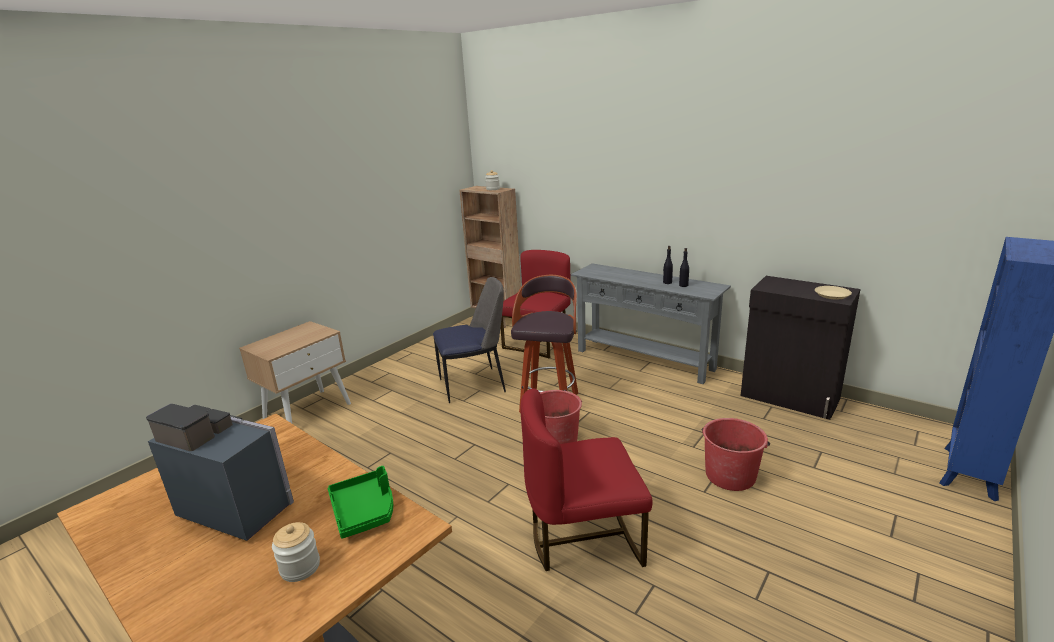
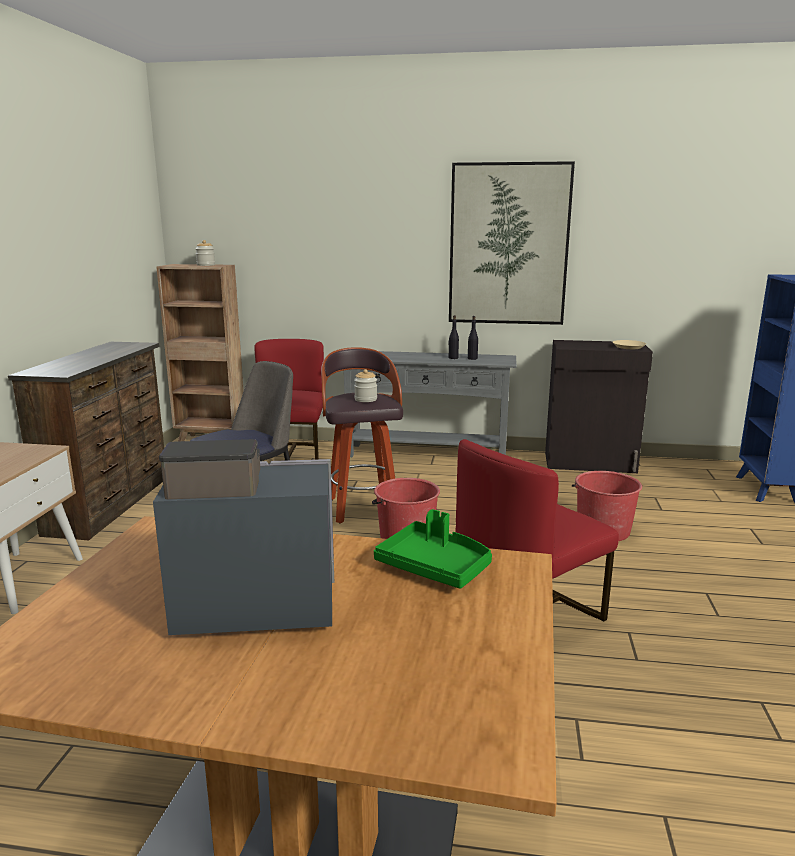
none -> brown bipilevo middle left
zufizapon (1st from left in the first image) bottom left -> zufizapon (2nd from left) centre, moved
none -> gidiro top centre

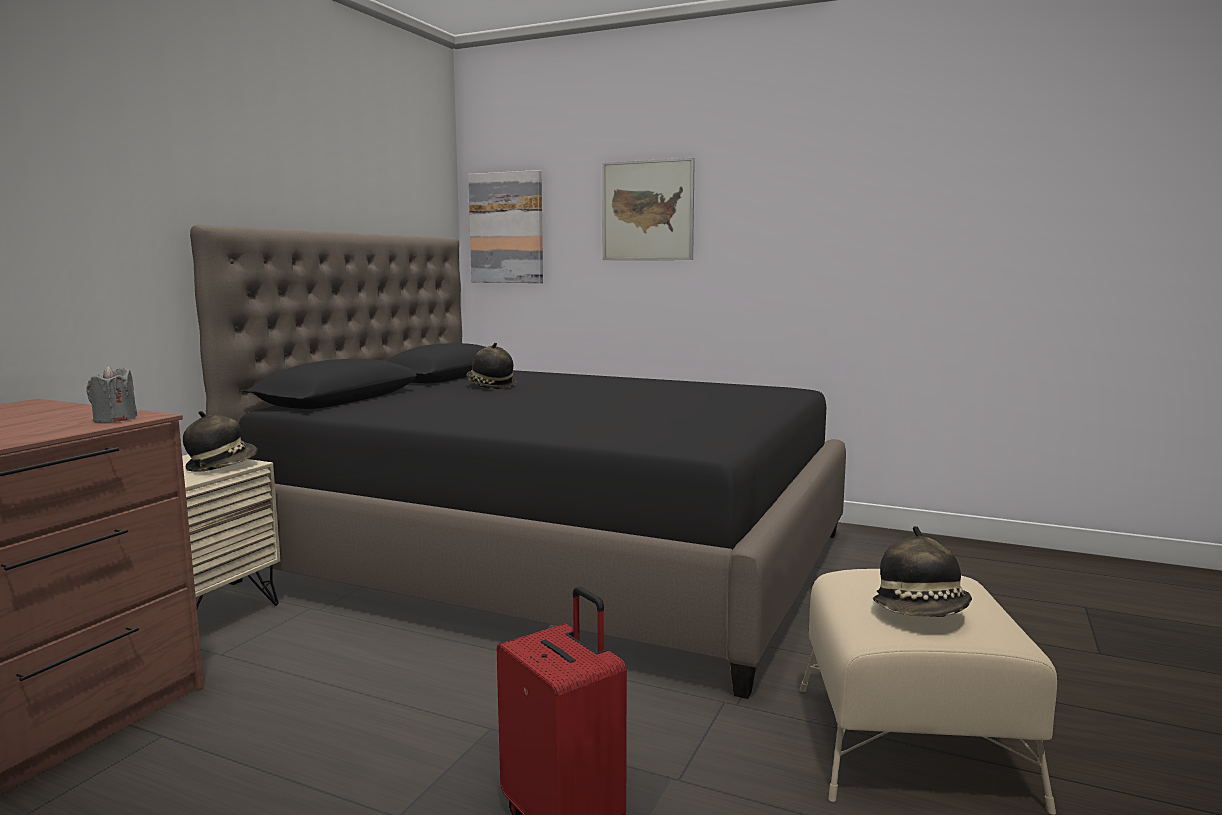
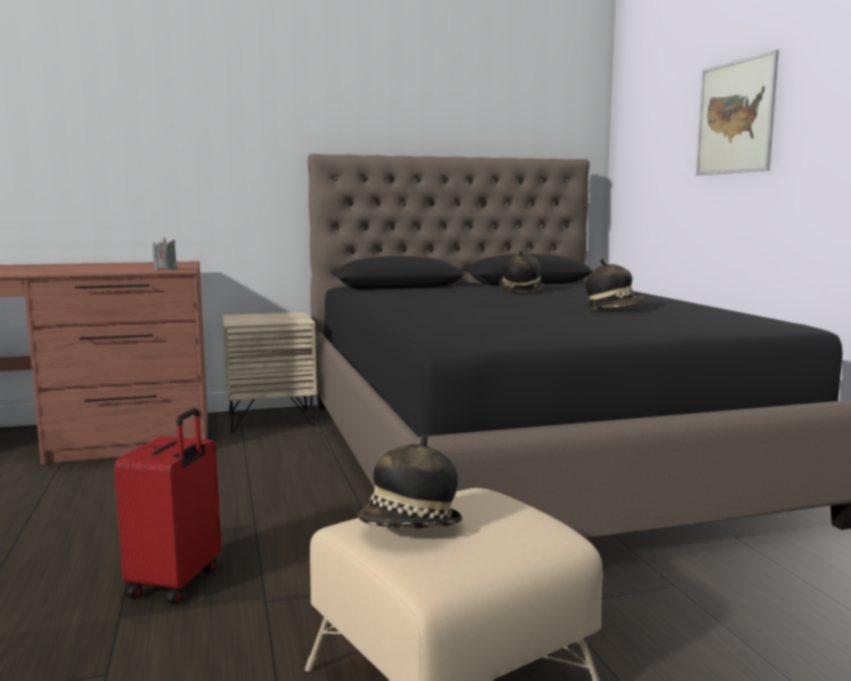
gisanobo (1st from left in the first image) middle left -> gisanobo (3rd from left) middle right, moved
gidiro (1st from left) top centre -> none

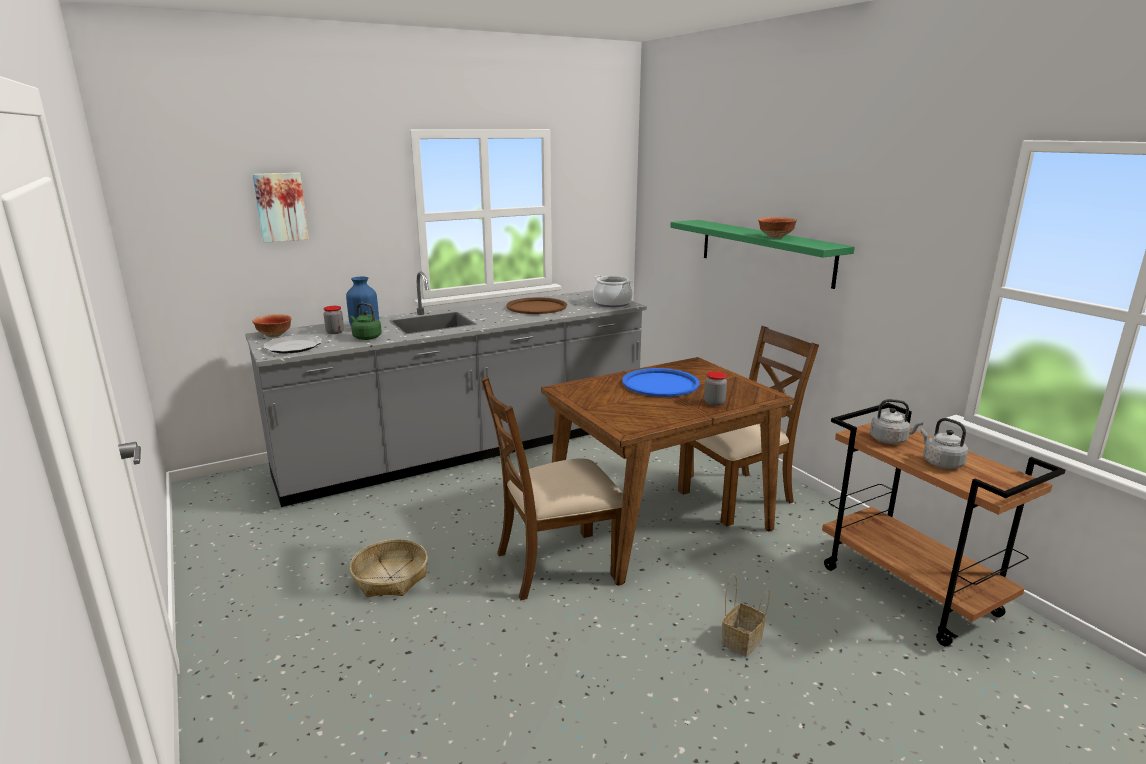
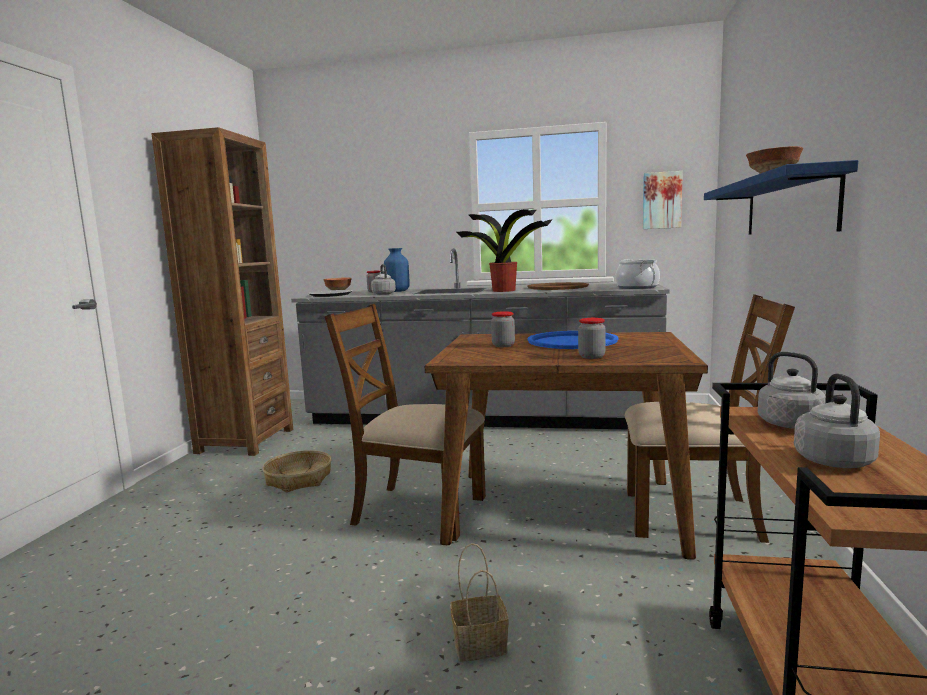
none -> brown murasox middle left
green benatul middle left -> grey benatul (1st from left) centre
none -> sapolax centre
none -> zufizapon (2nd from left) centre
gidiro top left -> gidiro top right, moved
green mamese top centre -> blue mamese top right

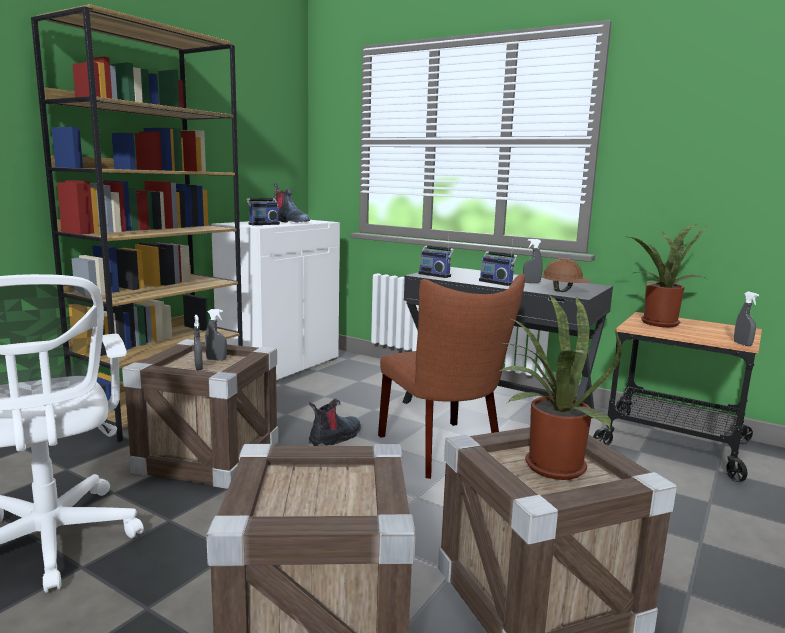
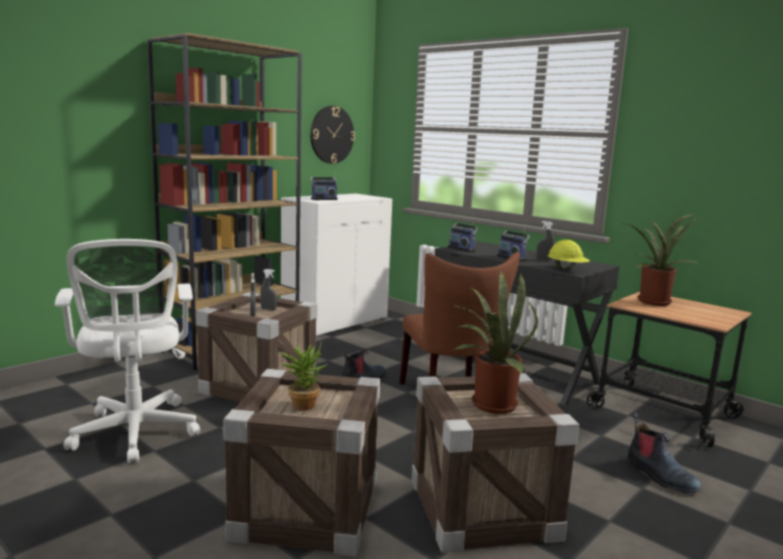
none -> sapolax (1st from left) bottom centre
none -> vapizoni top centre
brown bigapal middle right -> yellow bigapal middle right
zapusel (1st from left in the first image) top centre -> zapusel (2nd from left) bottom right, moved
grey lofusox (4th from left) middle right -> none

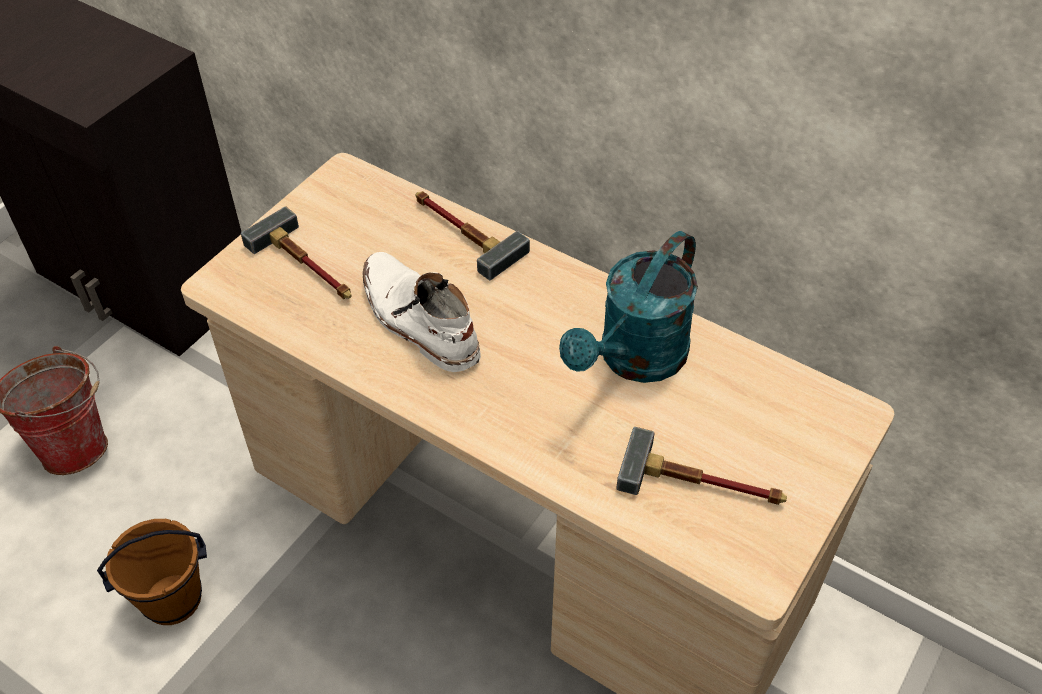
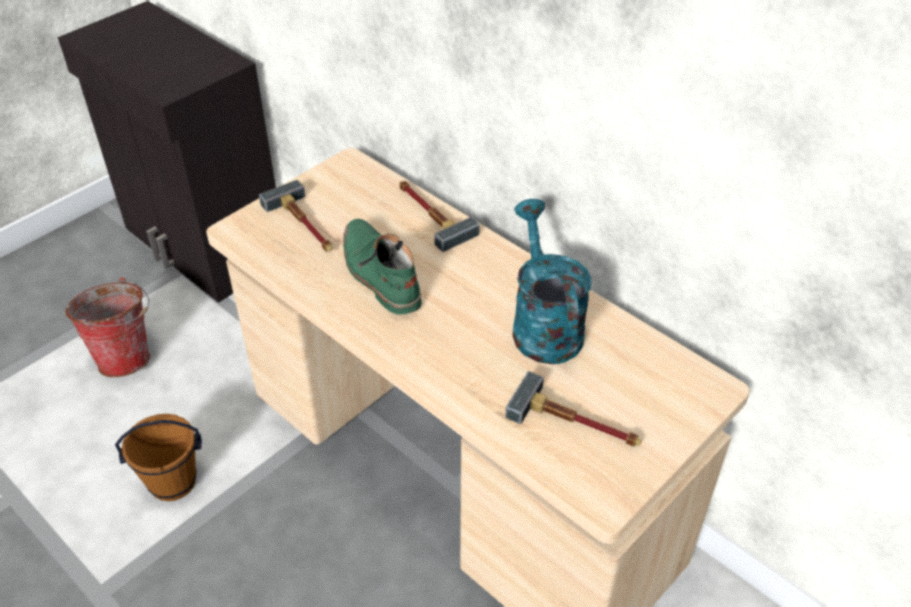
white zapusel centre -> green zapusel centre
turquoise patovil centre, 120 degrees clockwise

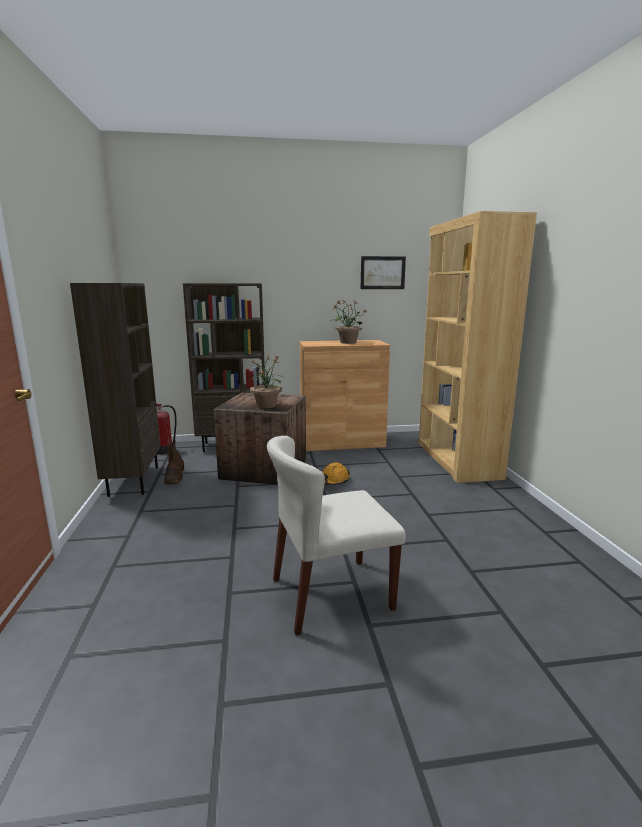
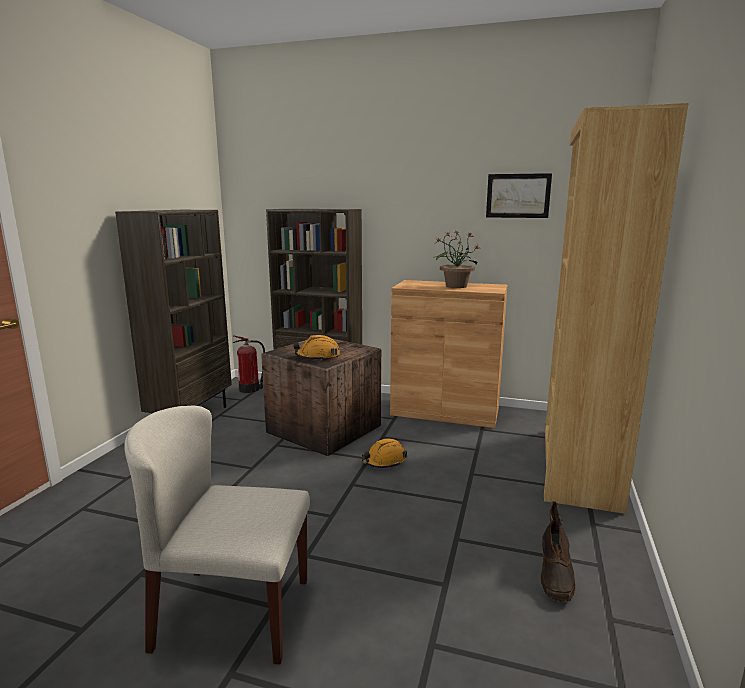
sapolax (1st from left) centre -> orange bigapal (1st from left) centre
brown zapusel middle left -> brown zapusel bottom right, moved

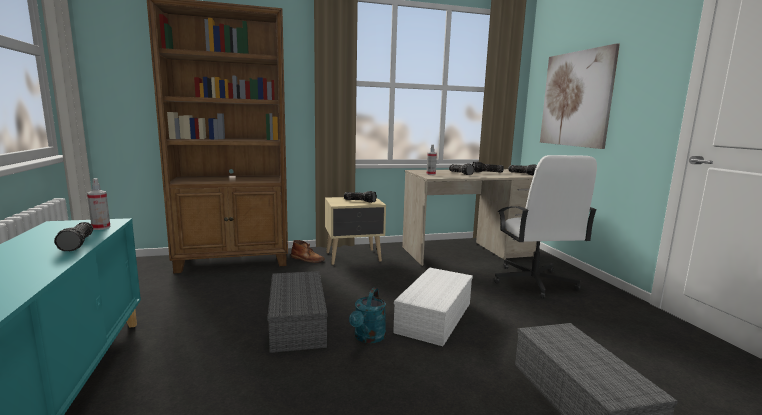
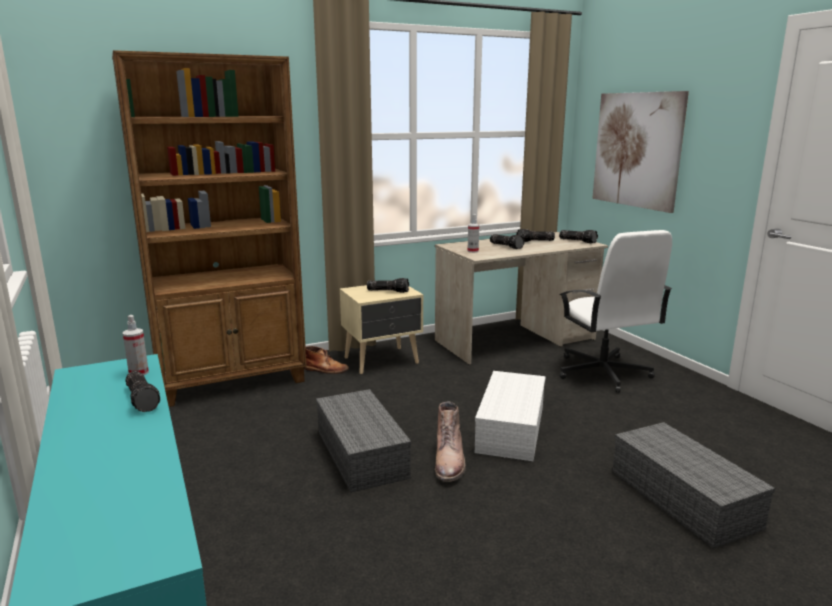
turquoise patovil bottom centre -> brown zapusel (2nd from left) bottom centre

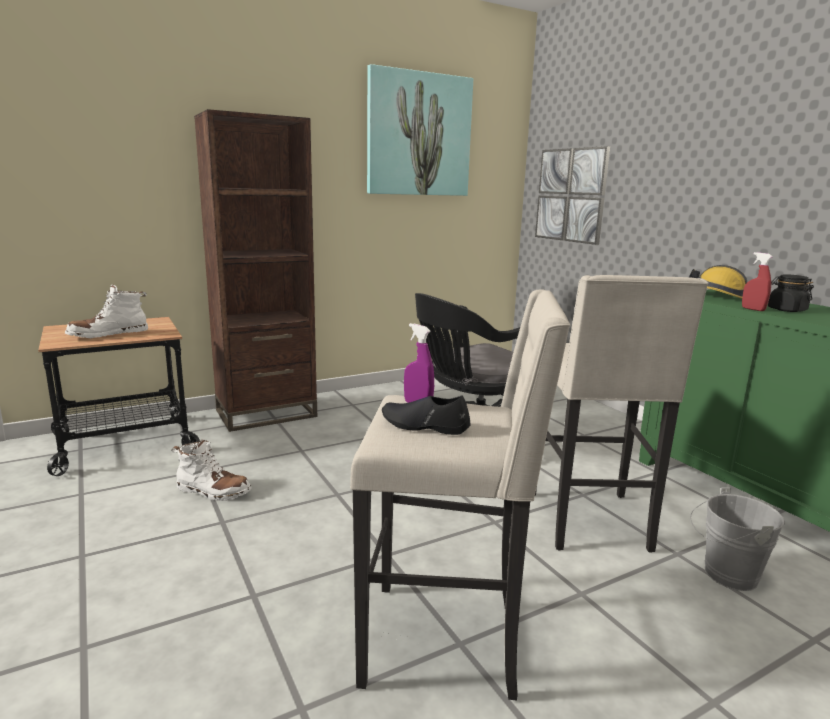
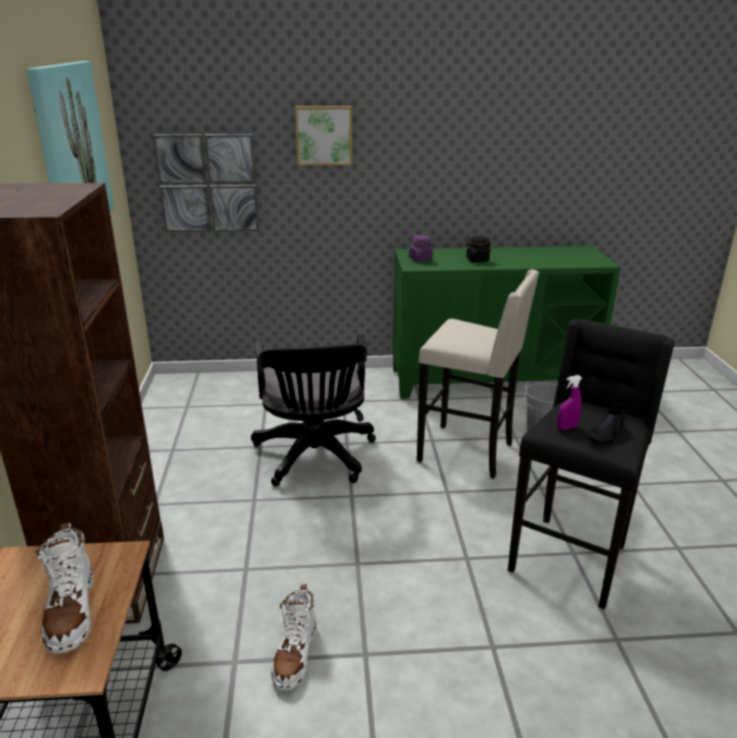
white zapusel (2nd from left) middle left -> white zapusel (2nd from left) bottom centre, 150 degrees clockwise
none -> gidiro (3rd from left) top centre
bigapal middle right -> purple zufizapon centre
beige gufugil (1st from left) bottom centre -> black gufugil middle right
red lofusox middle right -> none

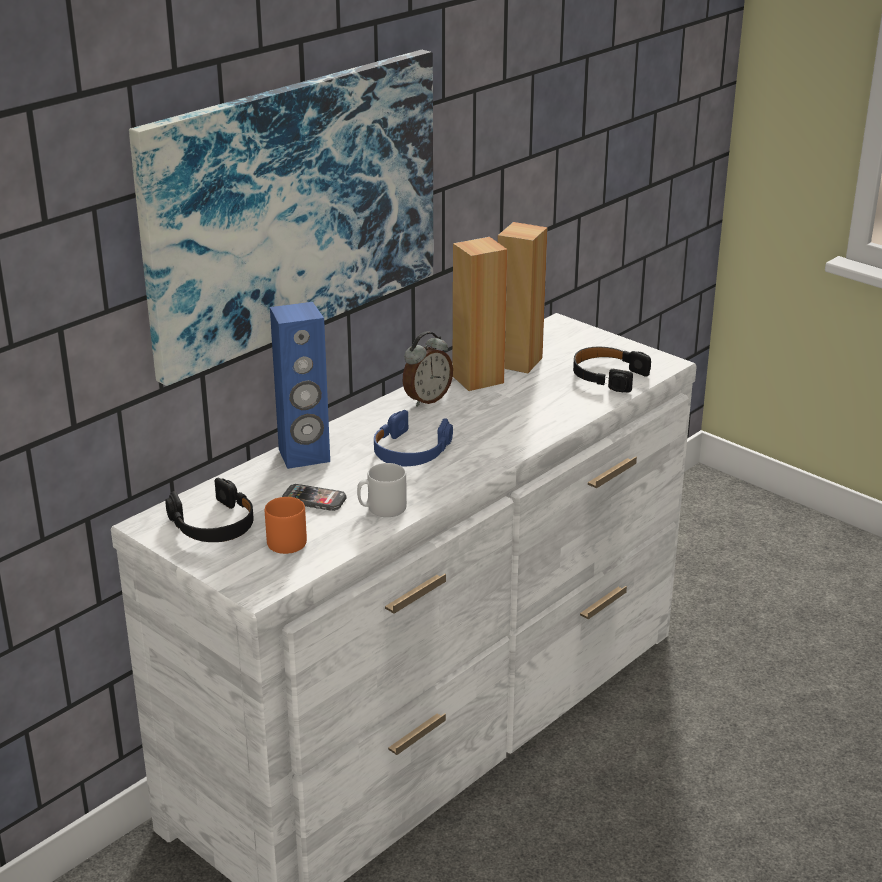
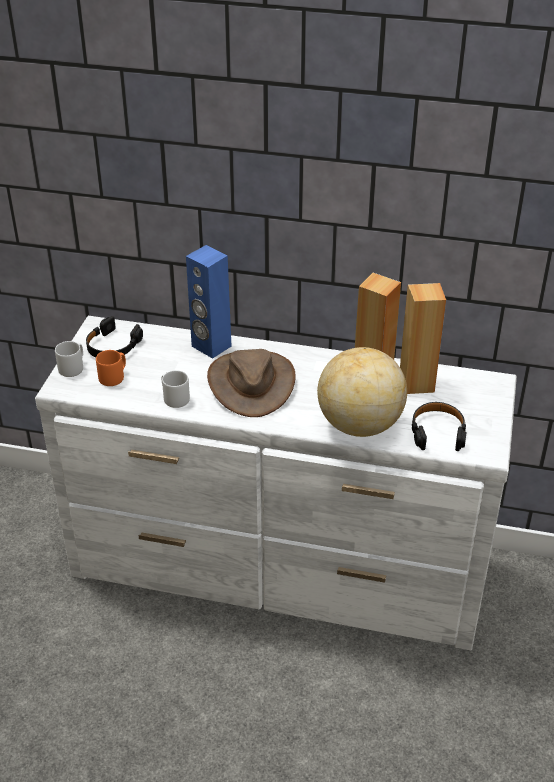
none -> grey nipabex (1st from left) middle left
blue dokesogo centre -> brown gisanobo centre
none -> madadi centre
gidiro top left -> none
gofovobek centre -> none
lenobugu centre -> none

